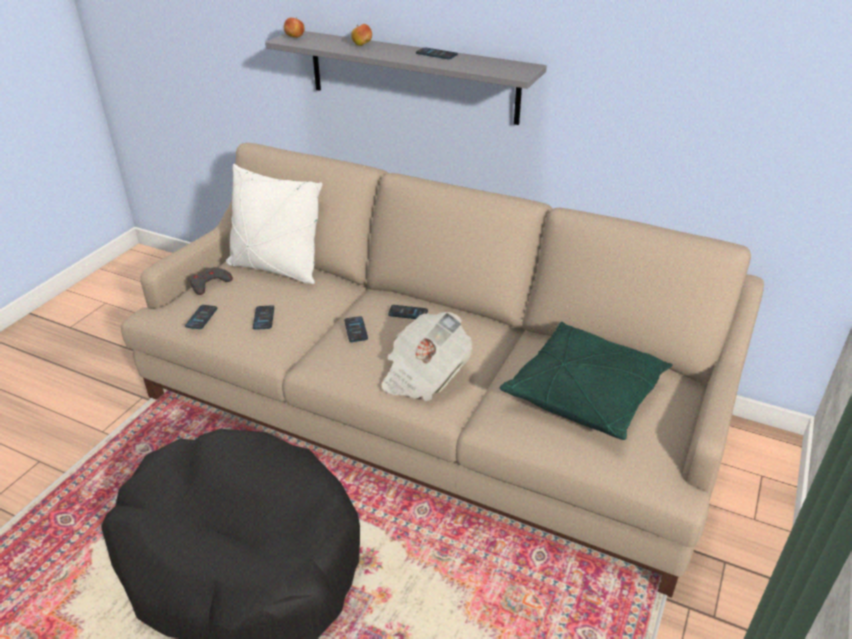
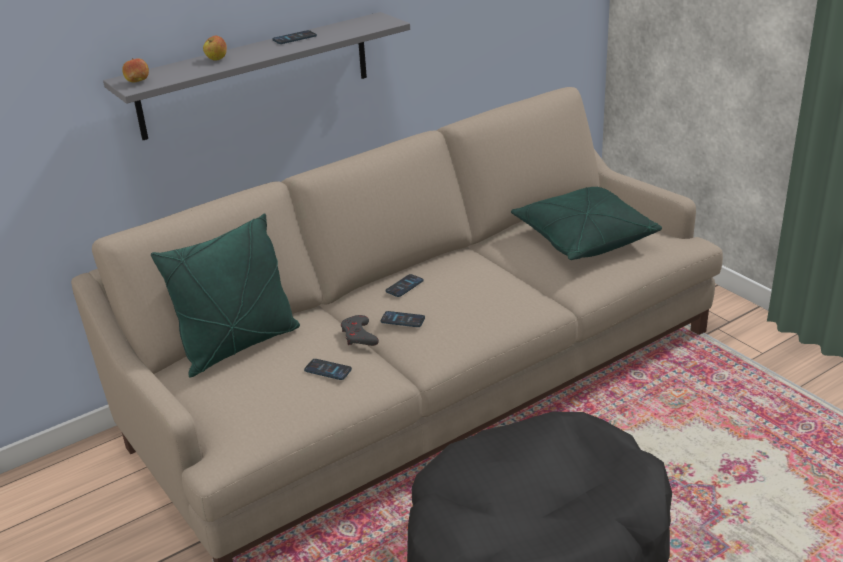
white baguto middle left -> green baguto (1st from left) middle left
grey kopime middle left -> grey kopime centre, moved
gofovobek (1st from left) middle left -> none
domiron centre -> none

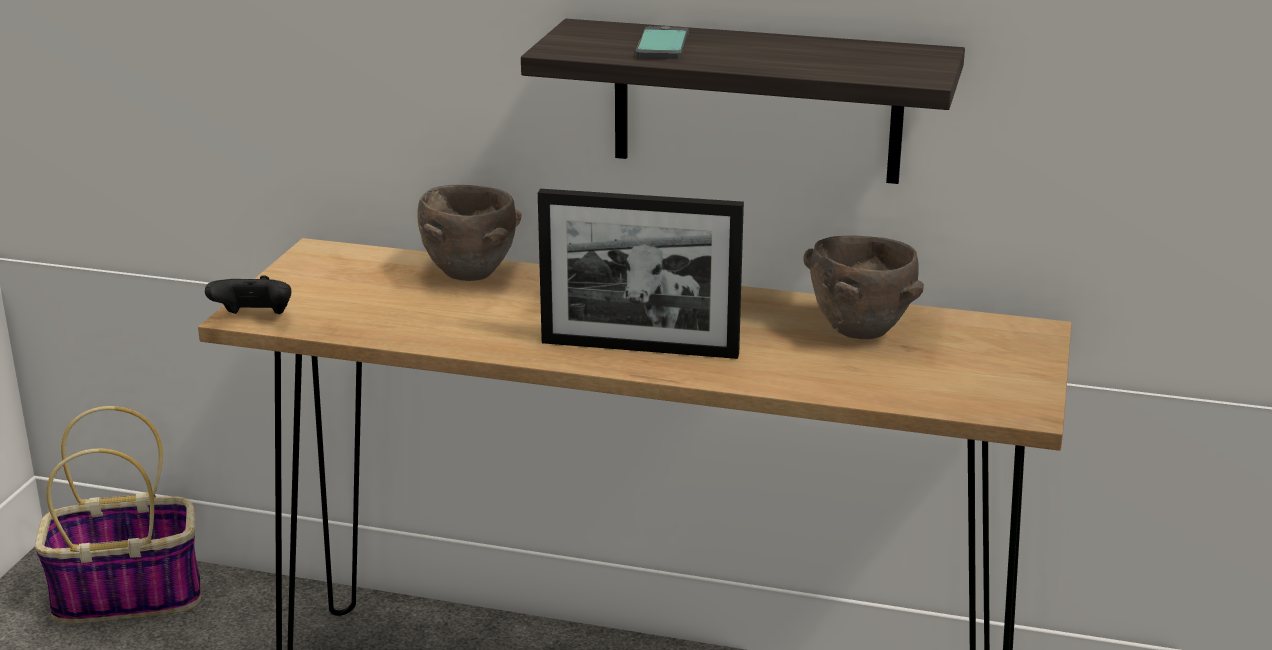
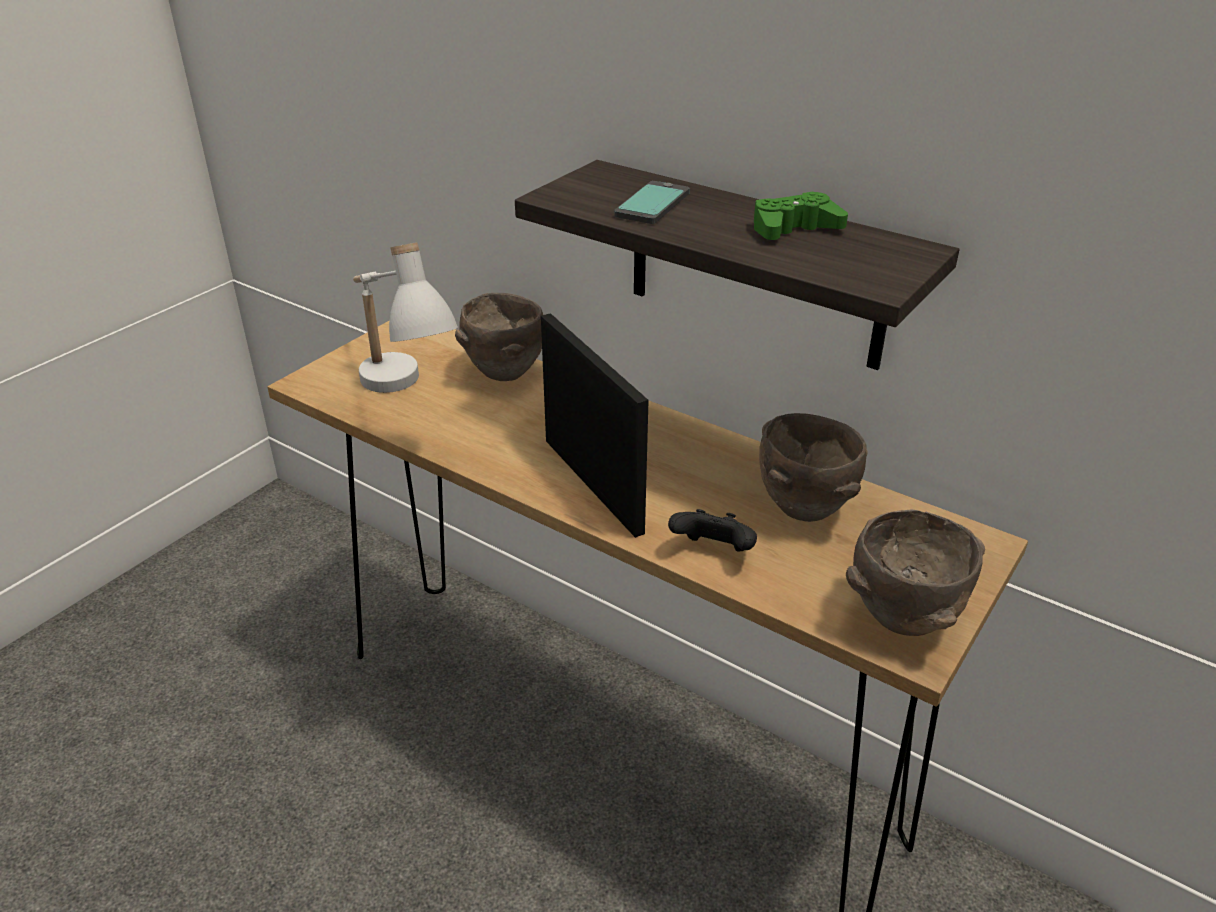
none -> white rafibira middle left
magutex centre, 150 degrees counterclockwise
black kopime middle left -> black kopime centre, moved
none -> green kopime top centre
none -> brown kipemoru (3rd from left) middle right
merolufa bottom left -> none

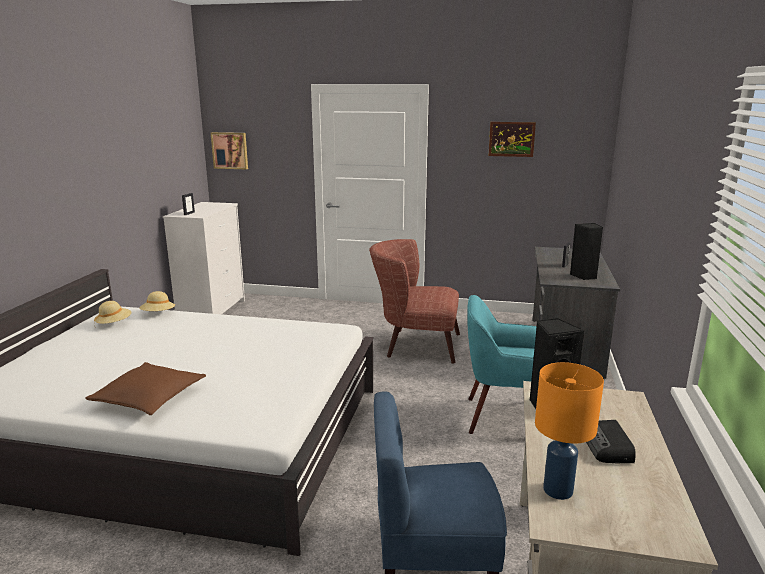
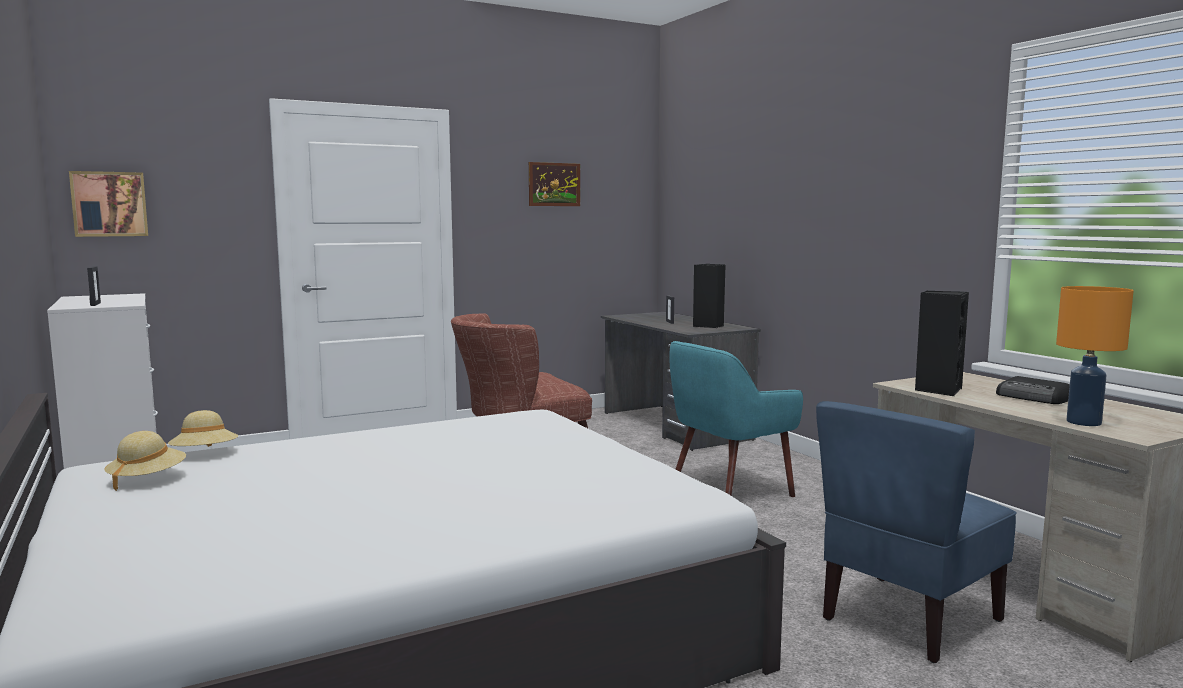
brown baguto bottom left -> none

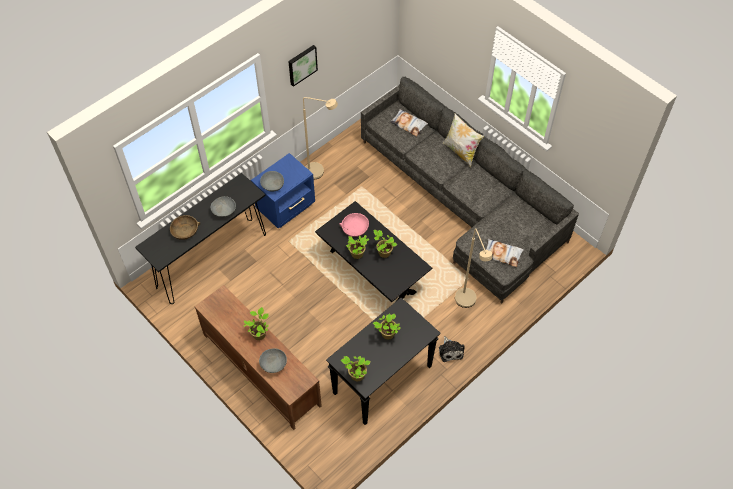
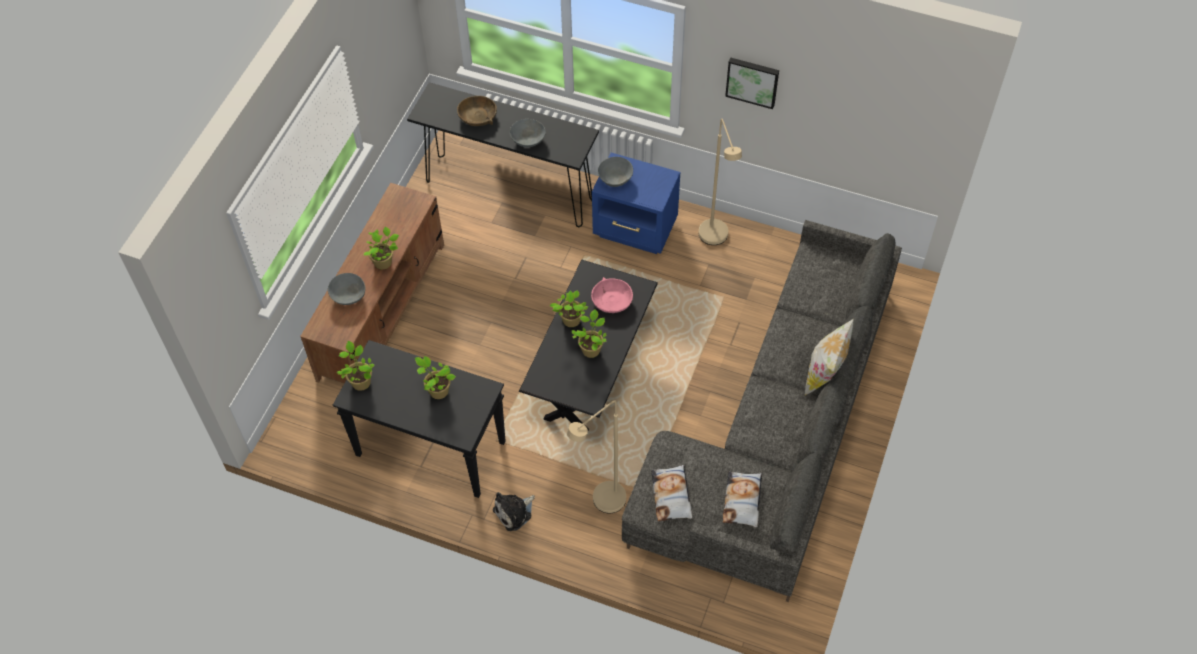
baguto (1st from left in the first image) top centre -> baguto (2nd from left) bottom centre, moved

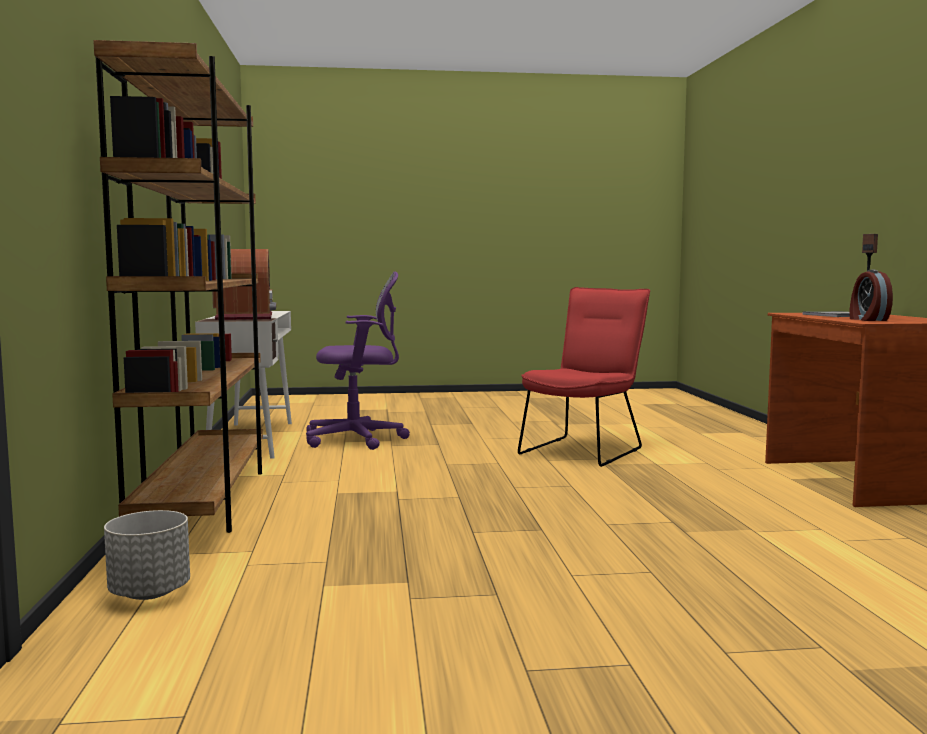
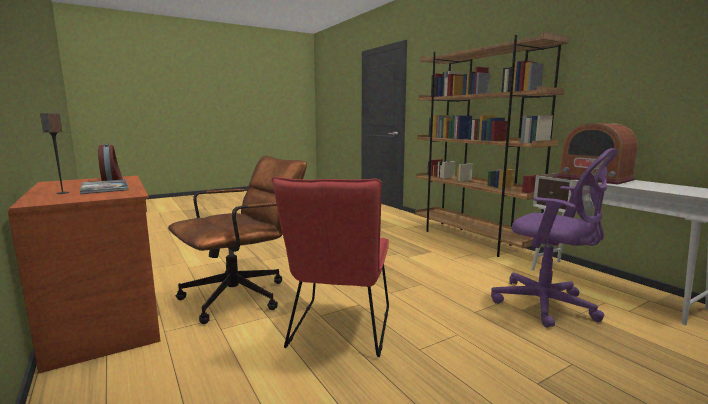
none -> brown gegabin centre
purple gegabin centre -> purple gegabin middle right, 105 degrees counterclockwise
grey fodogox bottom left -> none

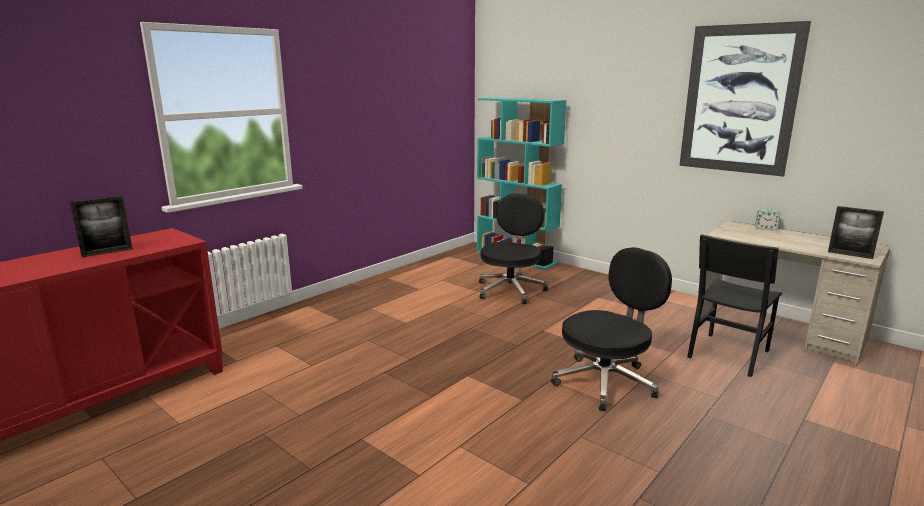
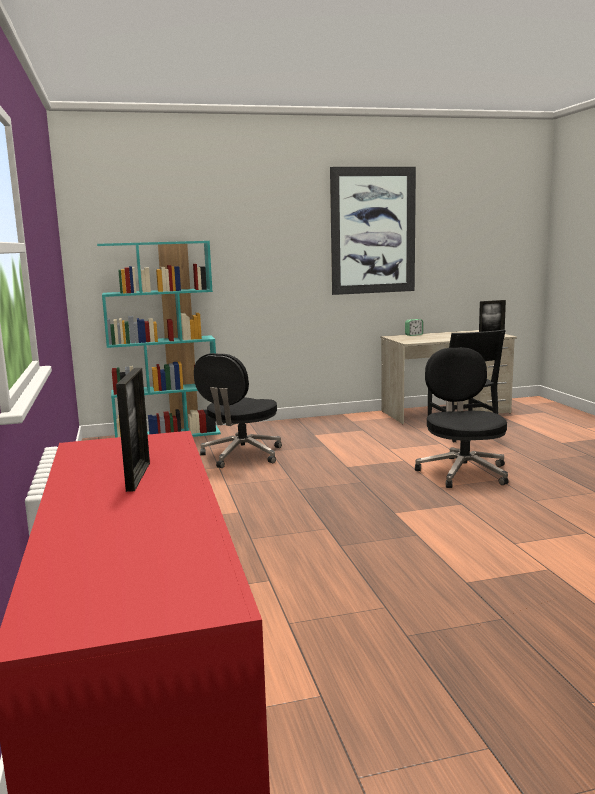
black gegabin (1st from left) centre, 120 degrees counterclockwise

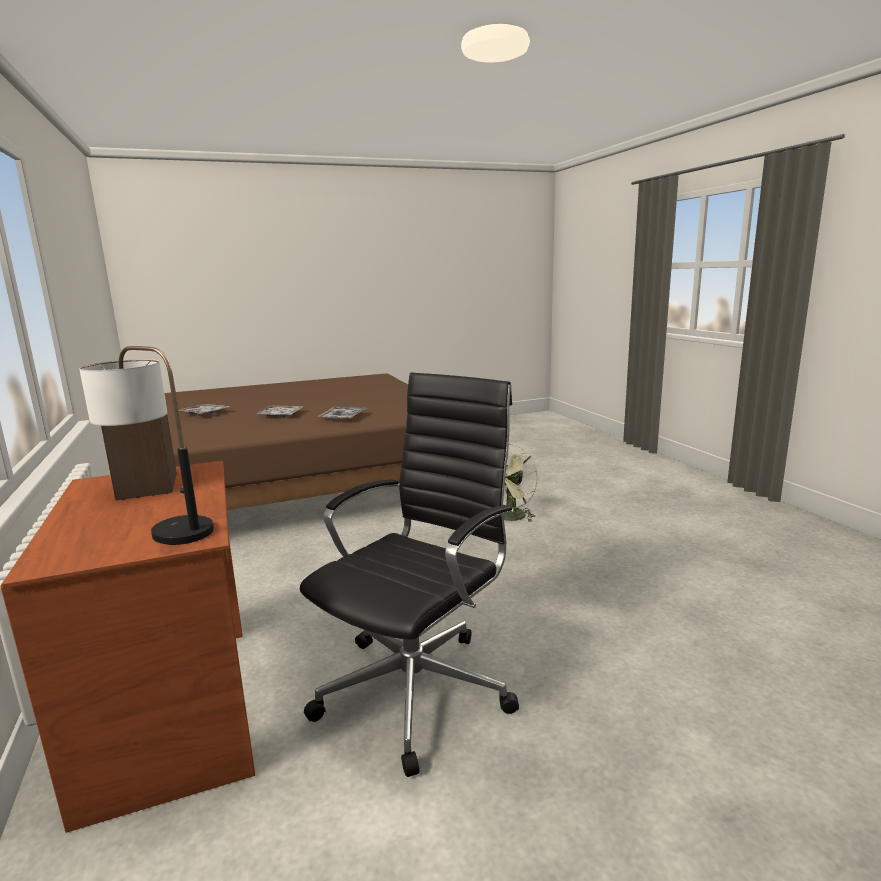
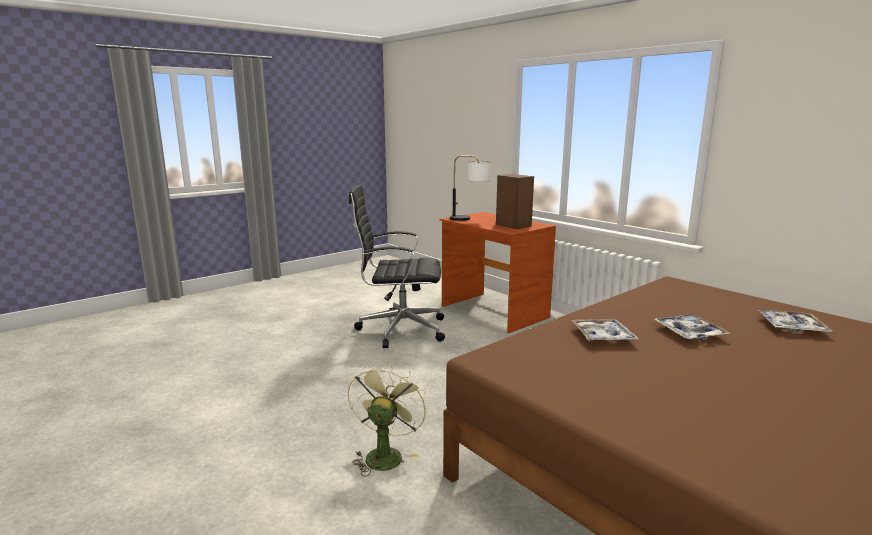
black gegabin centre, 75 degrees clockwise

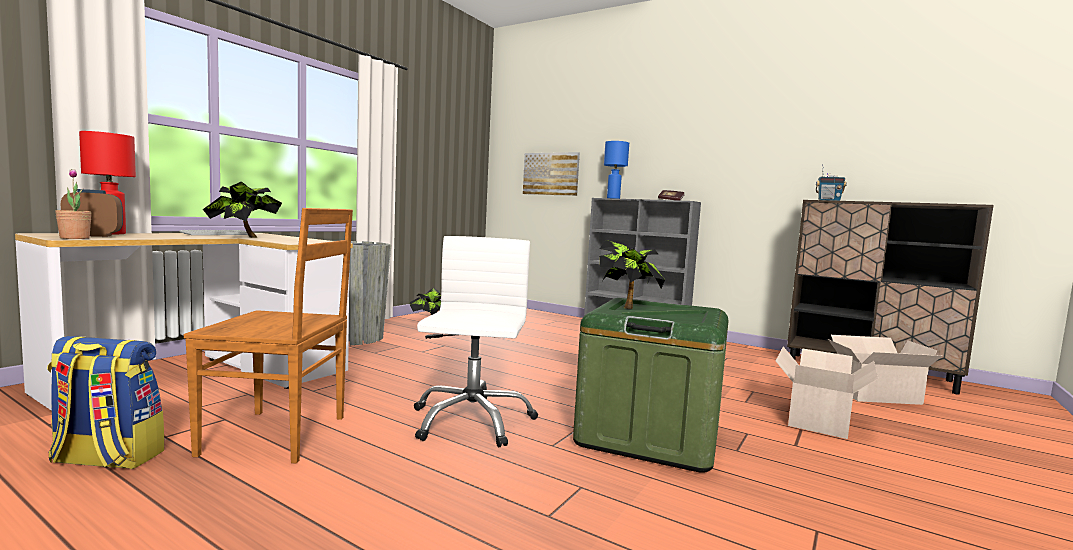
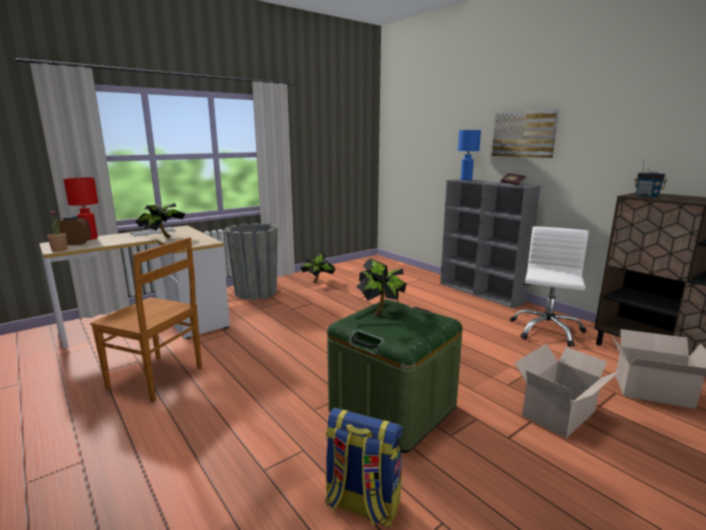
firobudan bottom left -> firobudan bottom centre, moved
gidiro top centre -> gidiro top right, moved
white gegabin centre -> white gegabin middle right, moved

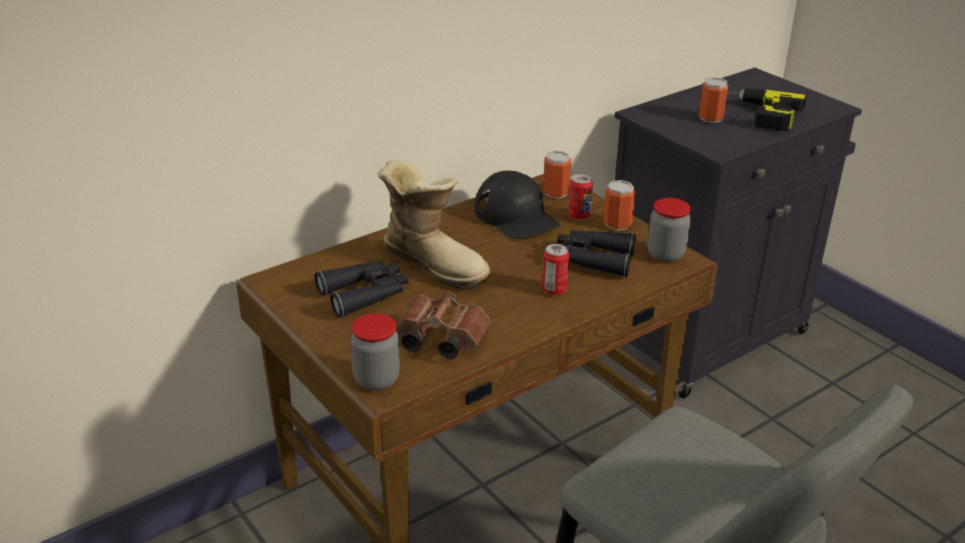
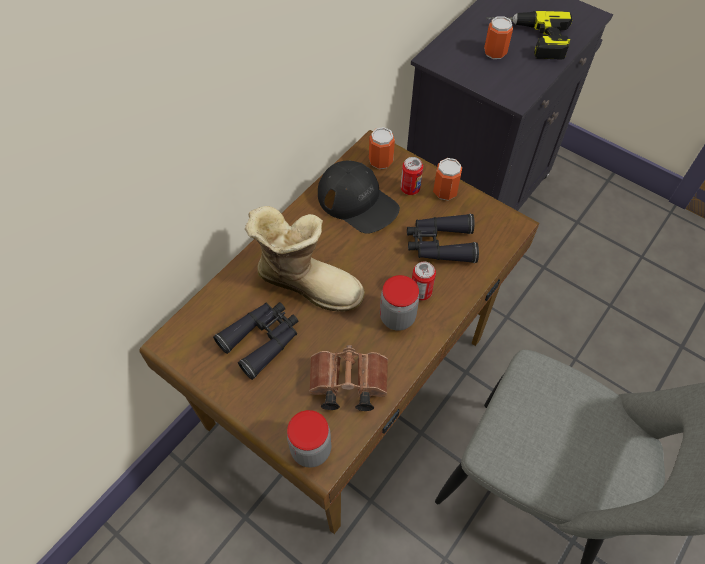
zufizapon (2nd from left) middle right -> zufizapon (2nd from left) centre, moved

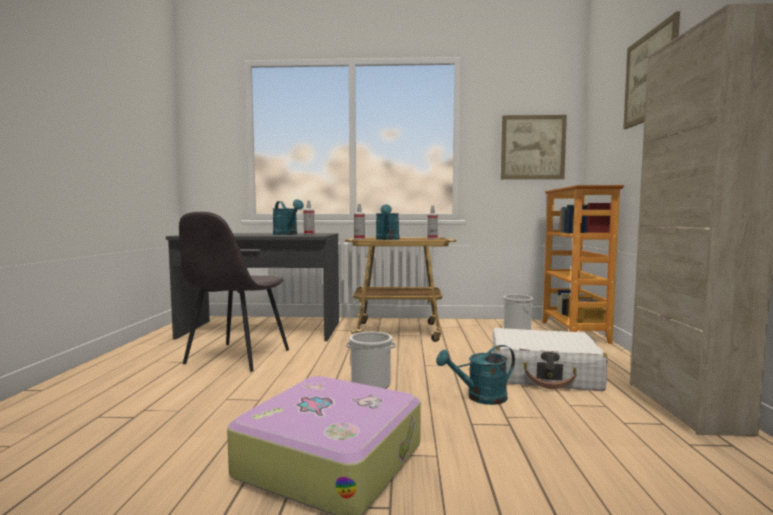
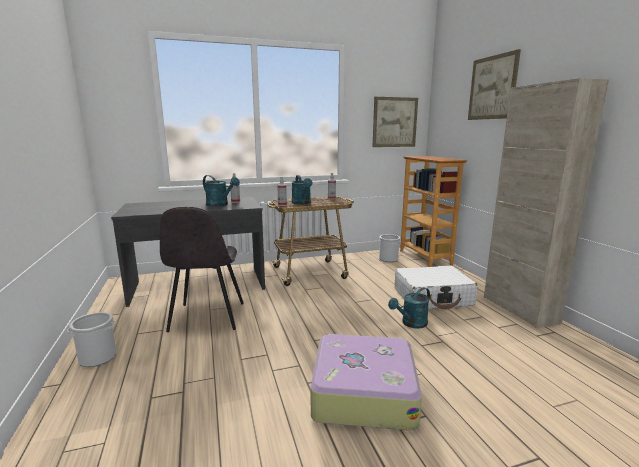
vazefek (1st from left) bottom centre -> vazefek (1st from left) bottom left, moved

